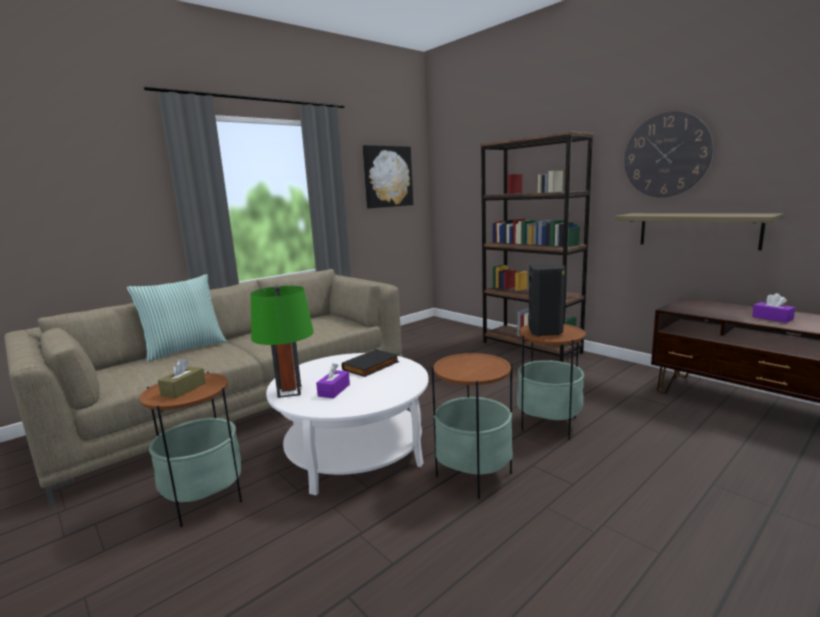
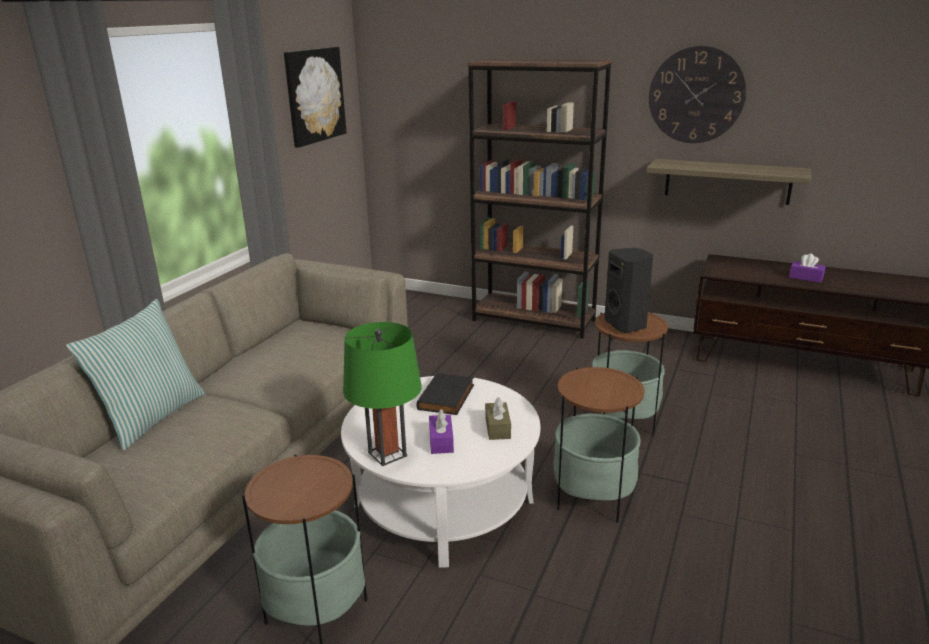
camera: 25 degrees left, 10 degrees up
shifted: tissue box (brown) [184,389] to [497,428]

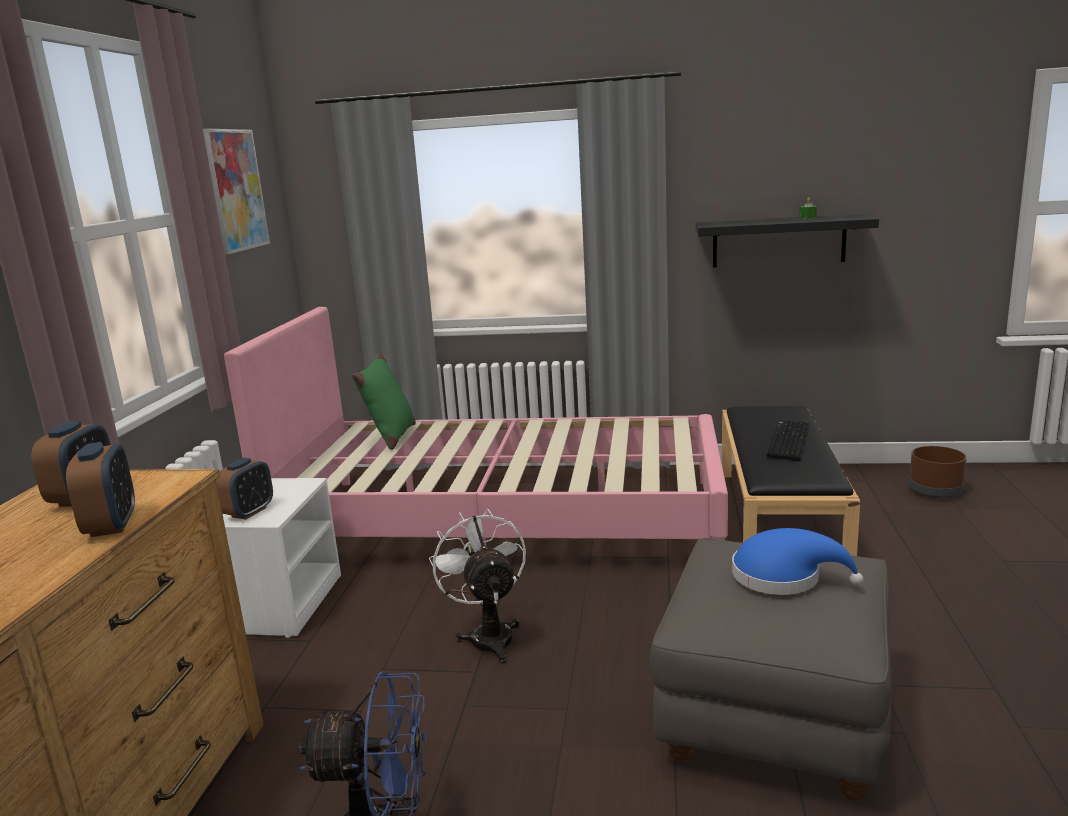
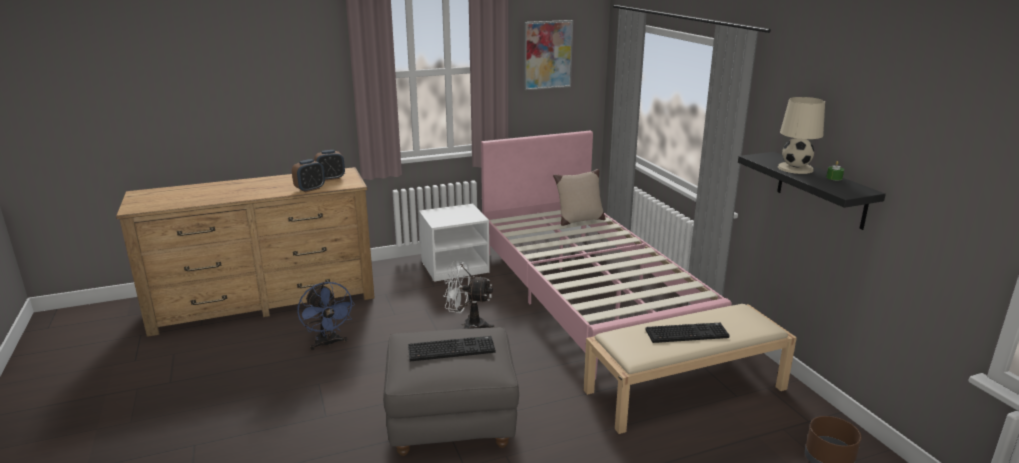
camera: 60 degrees right, 5 degrees up
gone: alarm clock [249,512]
new: table lamp (beige) [795,168]
swapped: hat (blue) [783,577] to keyboard [452,349]
repainted: pillow (green) [391,437] to pillow (beige) [579,220]; bench (black) [777,520] to bench (beige) [686,389]
rotated: fan (white) [489,635] = [468,326] 120 degrees counterclockwise

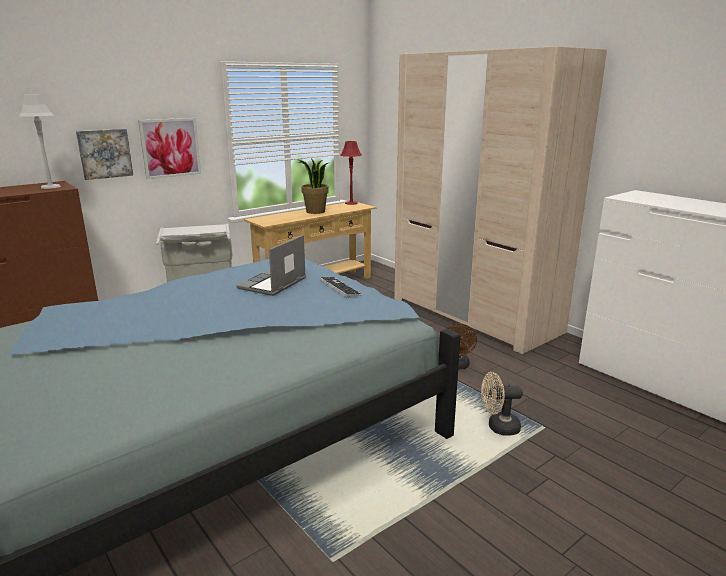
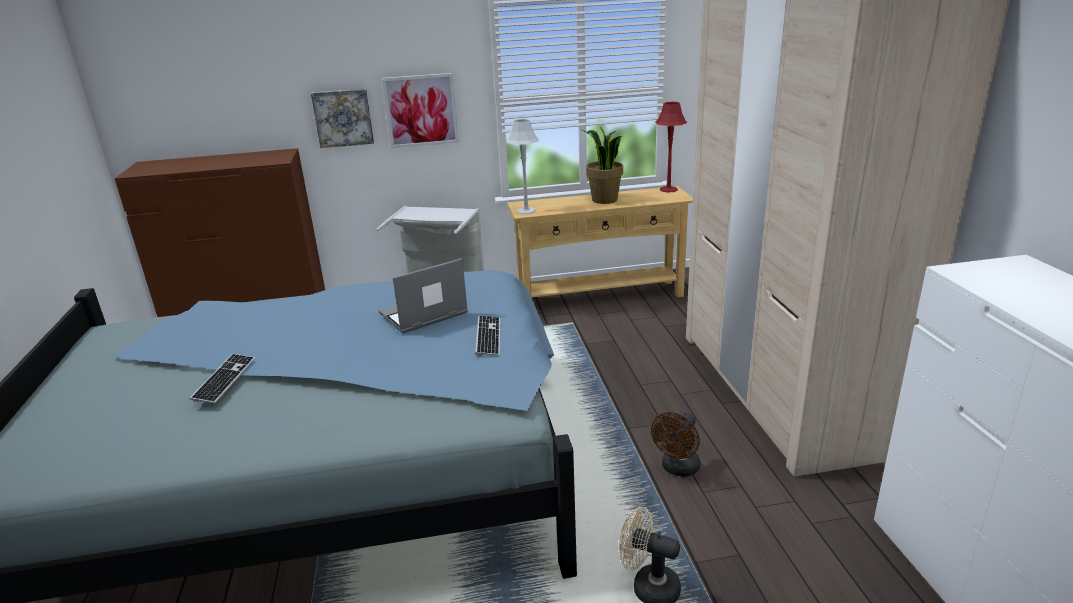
camera: 30 degrees right, 5 degrees up
new: keyboard [224,379]
shifted: table lamp (grey) [50,187] to [526,211]

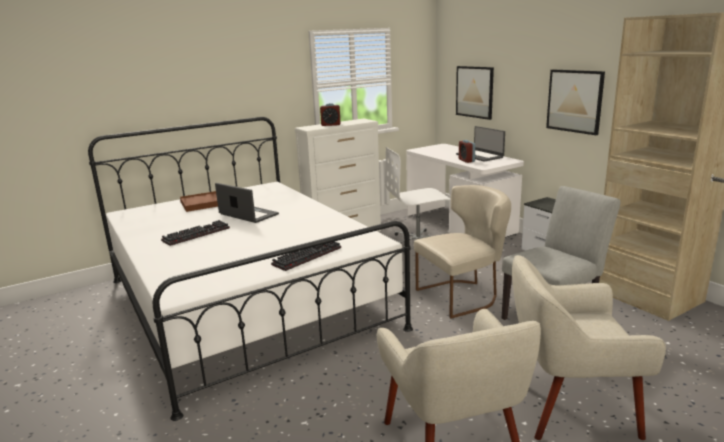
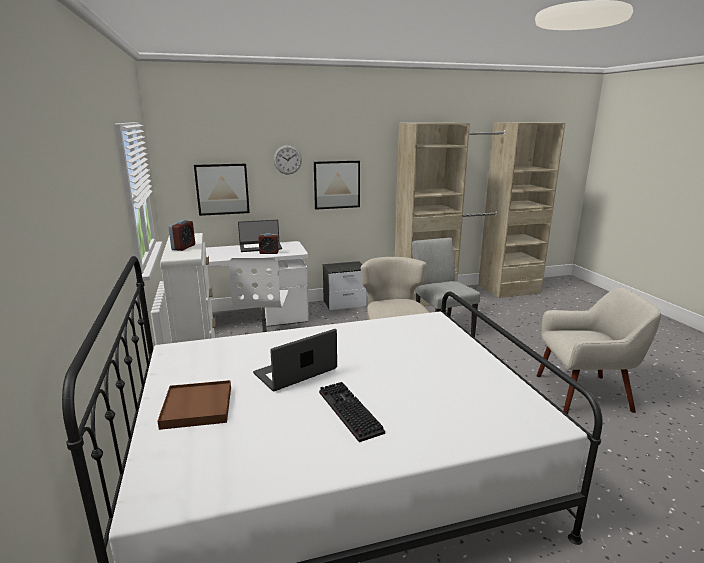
camera: 75 degrees left, 0 degrees up
gone: keyboard [307,255]; armchair (beige) [568,404]
new: wall clock [287,160]

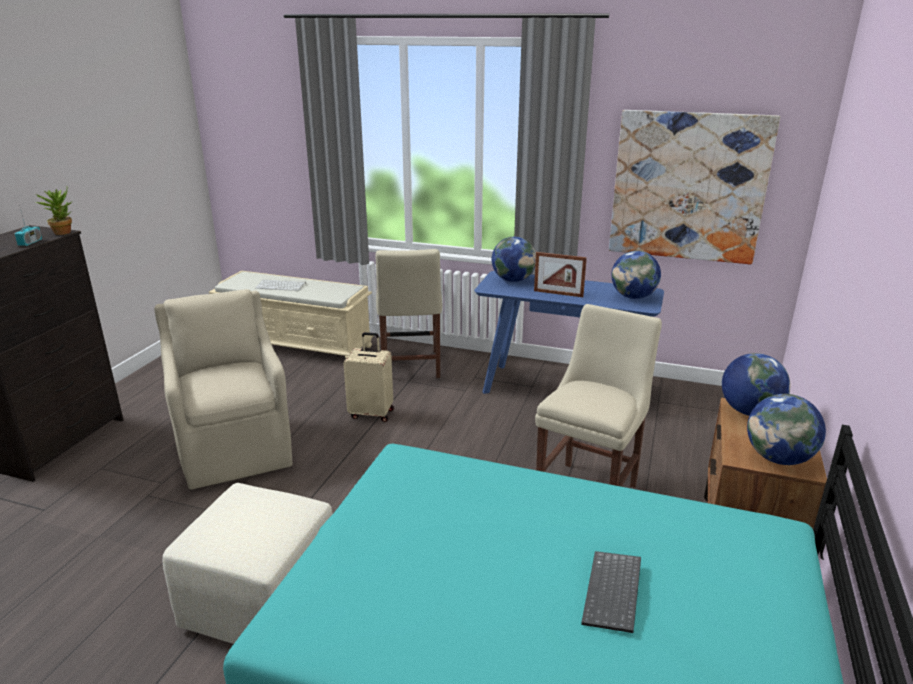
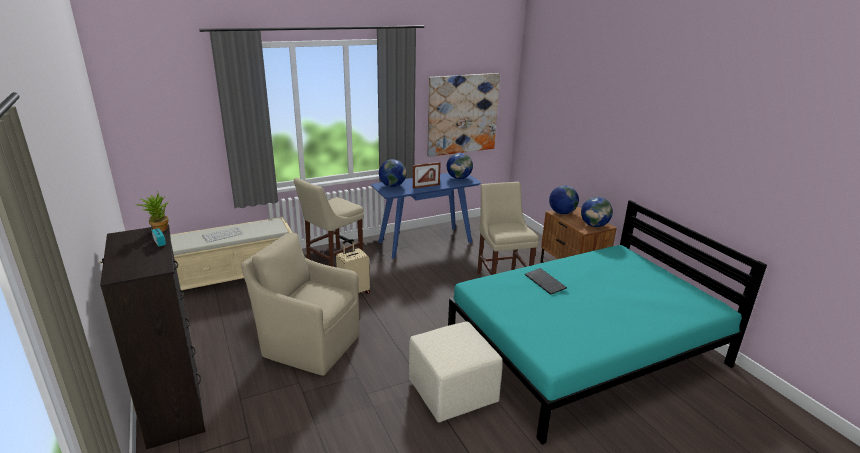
camera: 45 degrees left, 0 degrees up
shifted: keyboard [614,593] to [546,282]
rotated: chair (beige) [410,367] = [332,261] 90 degrees clockwise

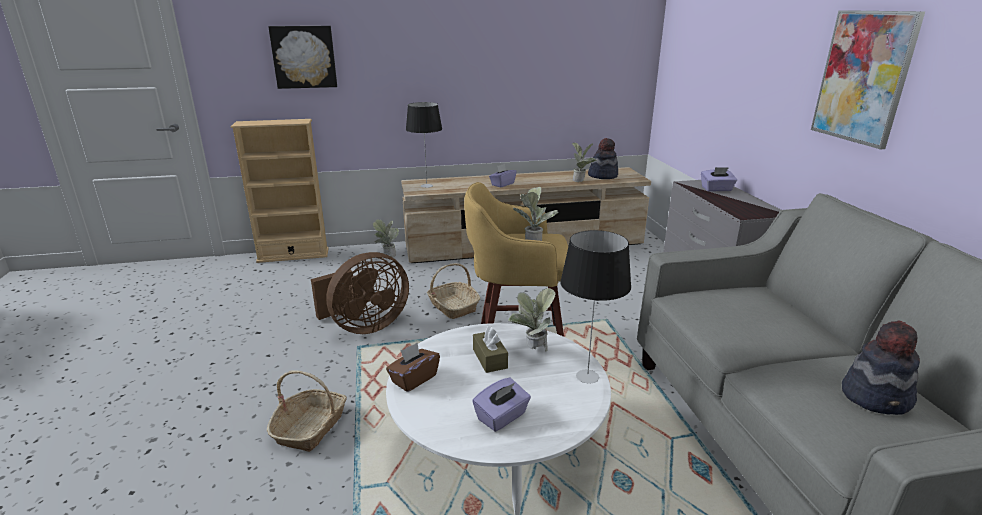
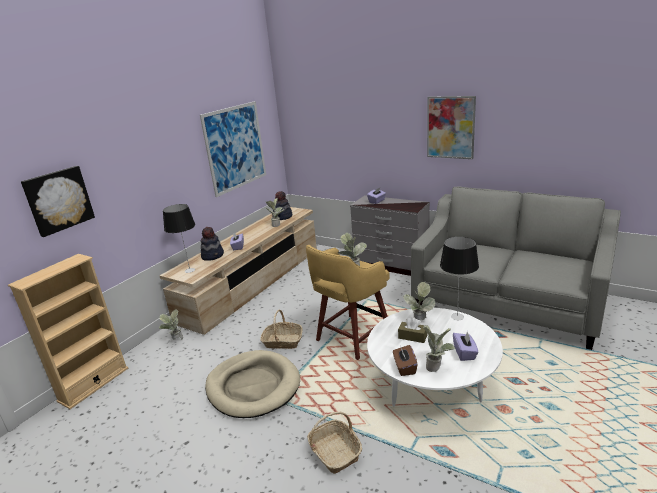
camera: 45 degrees left, 0 degrees up
new: picture [235,147]; potted plant [437,367]
shifted: hat [877,397] to [213,255]
swapped: fan (brown) [365,326] to dog bed (beige) [253,386]

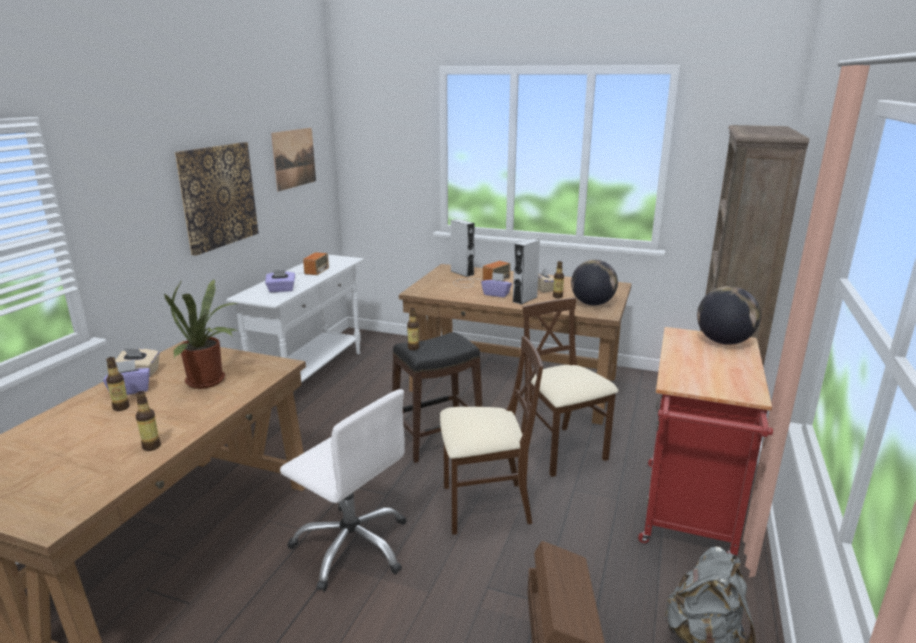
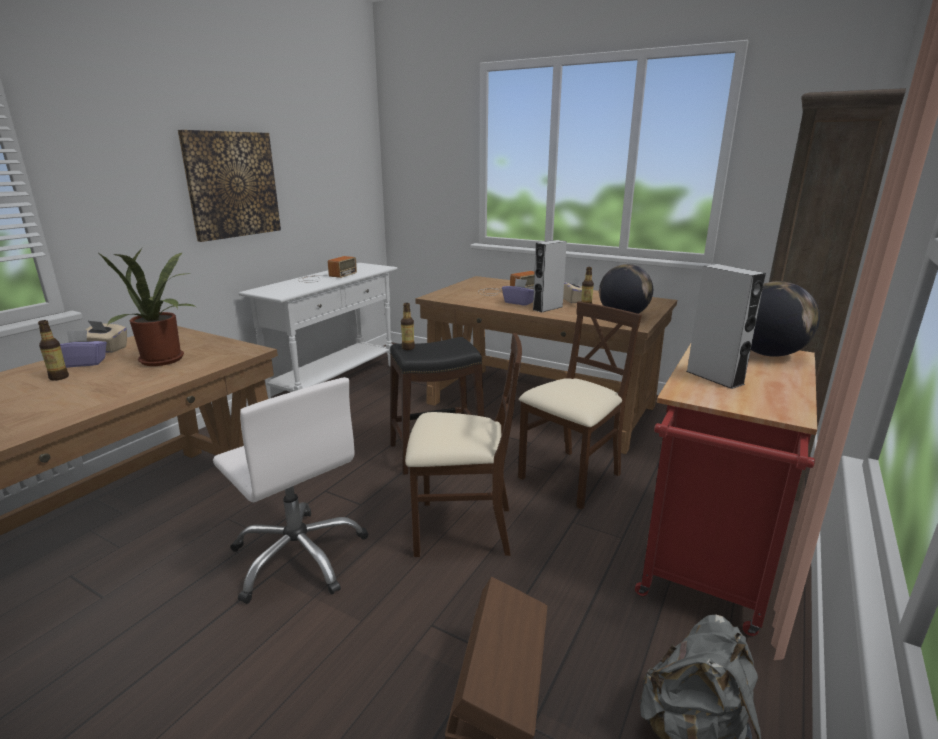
camera: 10 degrees right, 0 degrees up
gone: bottle [151,446]; tissue box (purple) [281,290]; picture [294,158]
shifted: speaker (grey) [462,273] to [714,377]
rotated: chair (beige) [561,451] = [571,478] 60 degrees clockwise

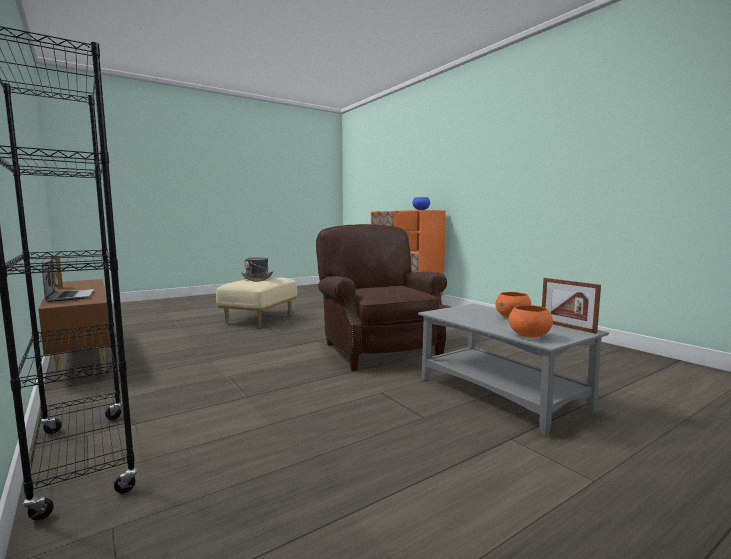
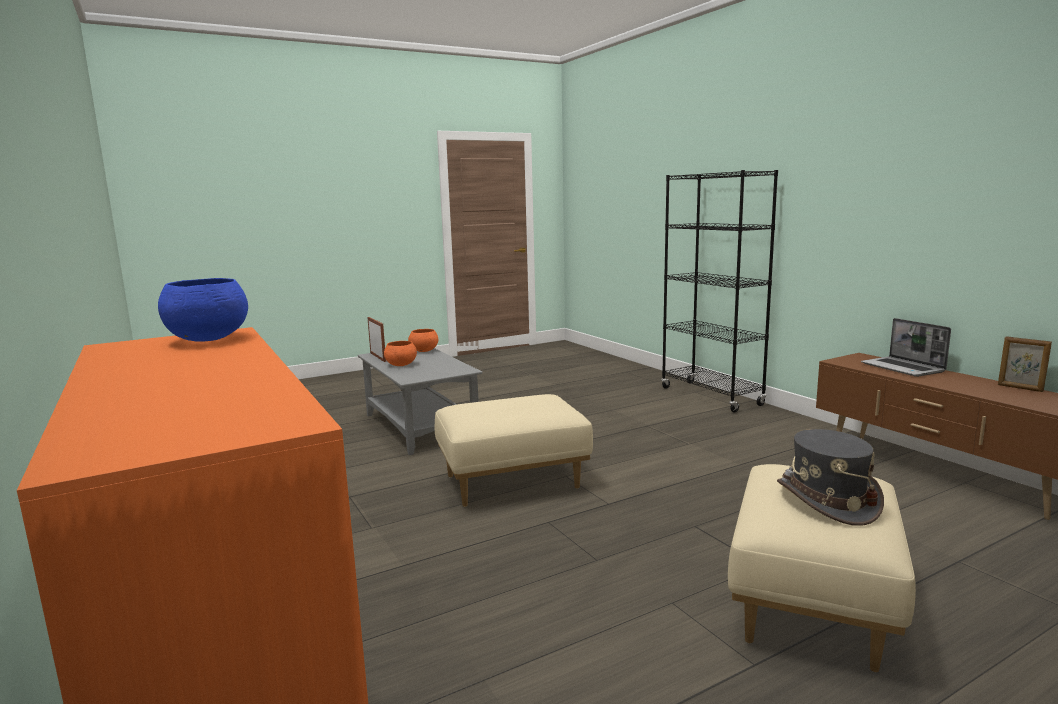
camera: 175 degrees left, 5 degrees up
swapped: armchair (brown) [378,349] to ottoman (beige) [512,482]

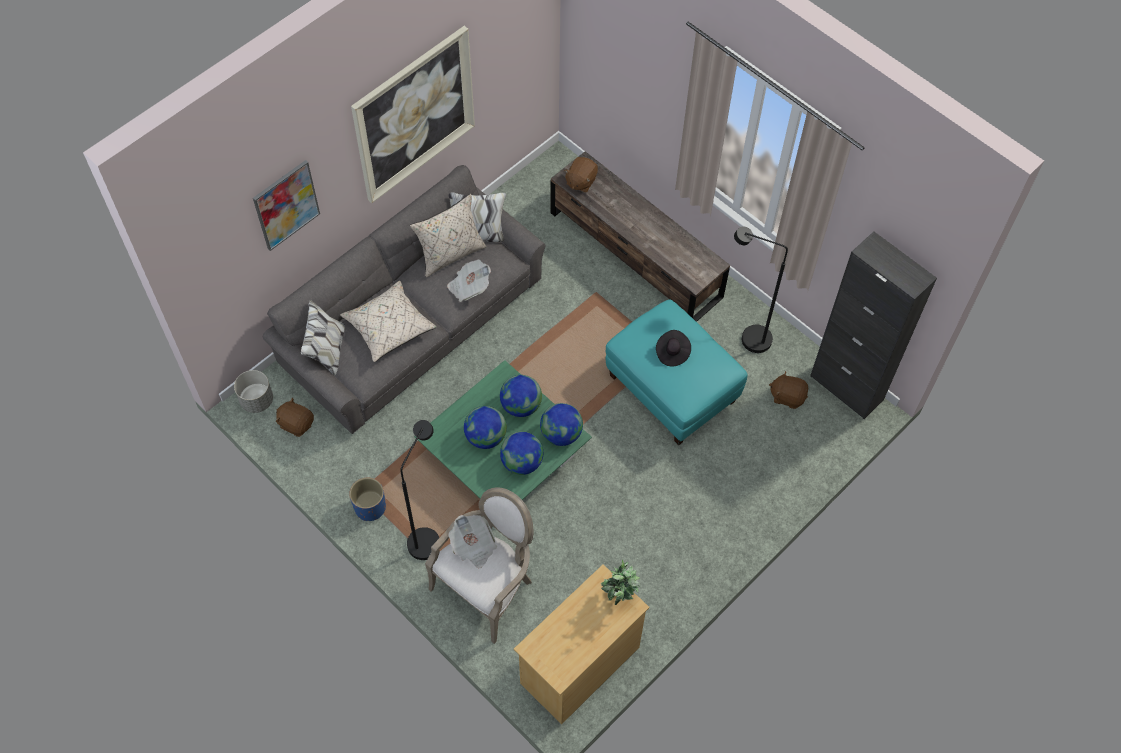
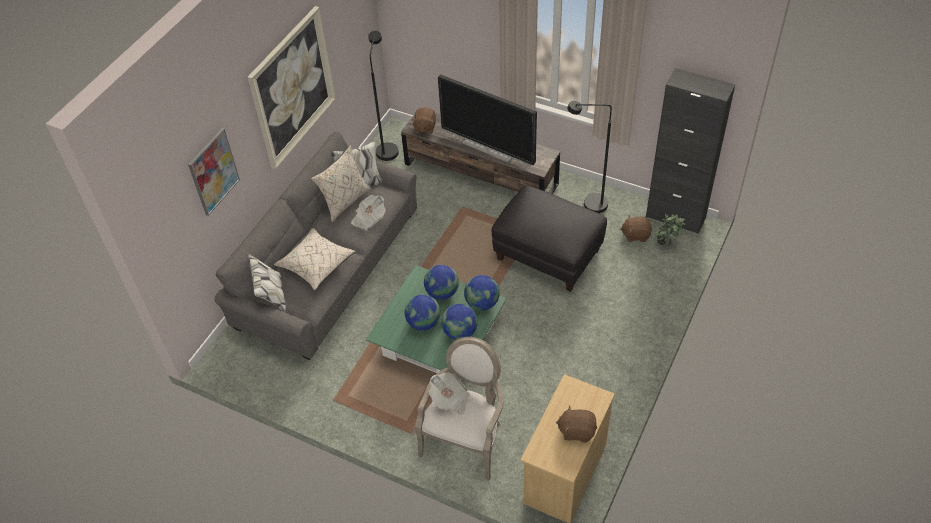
camera: 15 degrees left, 10 degrees down
gone: planter (grey) [257,400]; planter (blue) [370,507]; hat (black) [672,352]
new: television [489,148]
shifted: floor lamp (black) [427,536] to [387,148]; plush toy (brown) [296,423] to [577,431]; potted plant [619,597] to [666,244]
repainted: ottoman (turquoise) [672,389] to ottoman (black) [548,255]

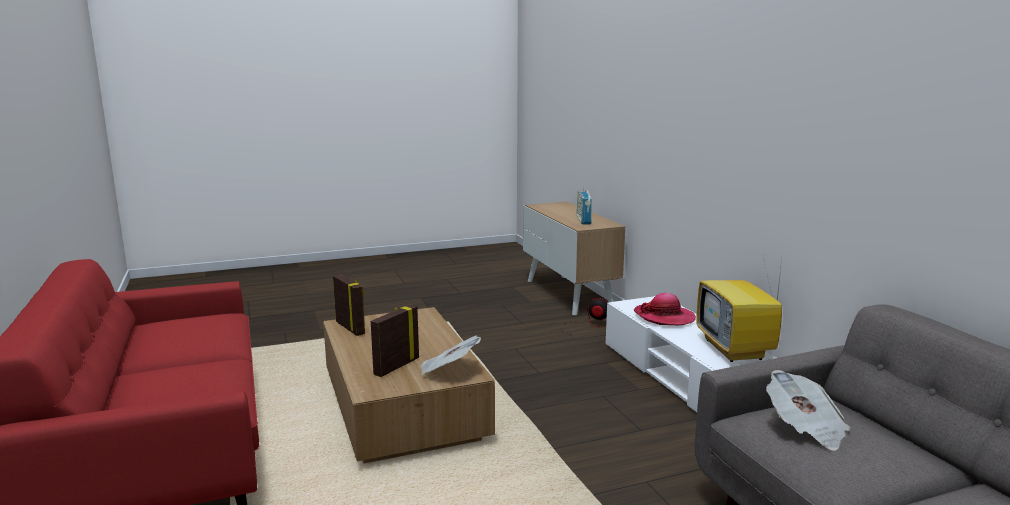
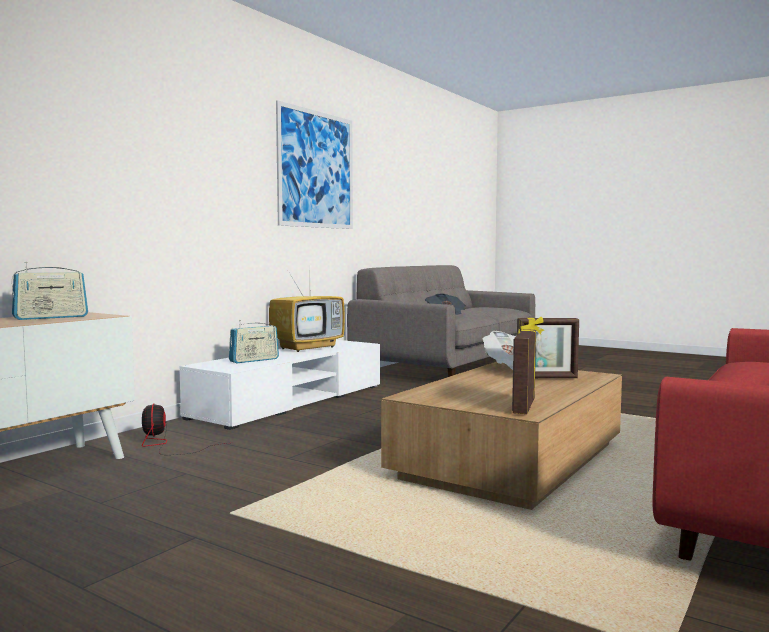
camera: 125 degrees left, 10 degrees down
new: picture [316,169]
swapped: hat [664,317] to radio [254,360]

